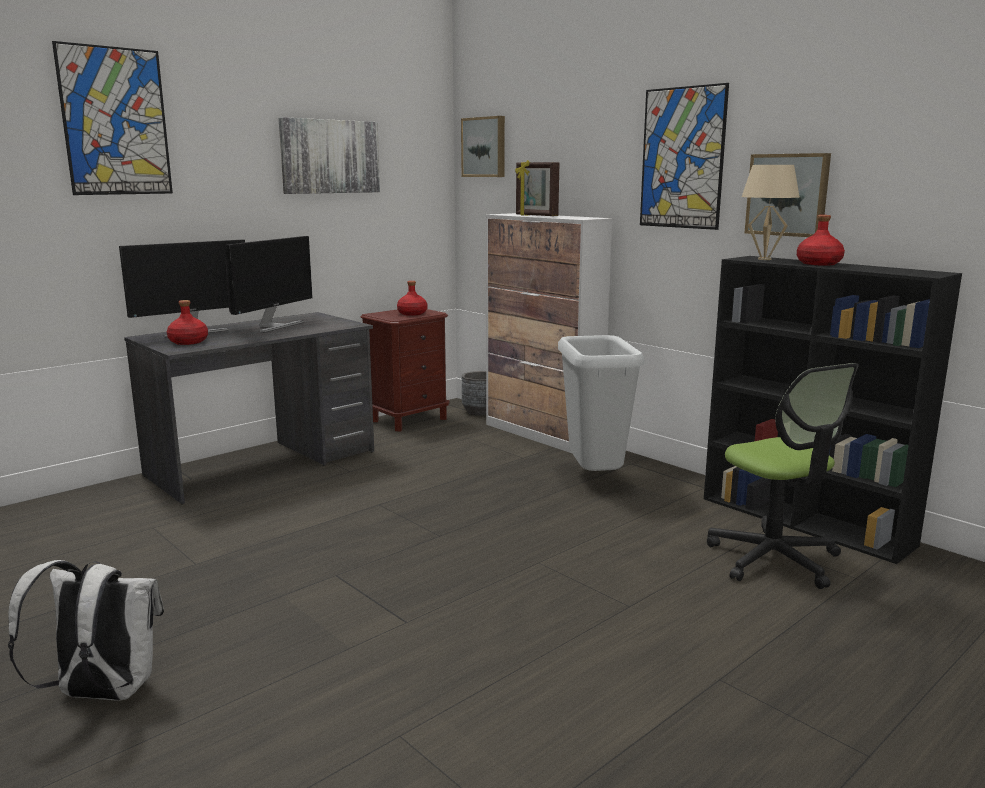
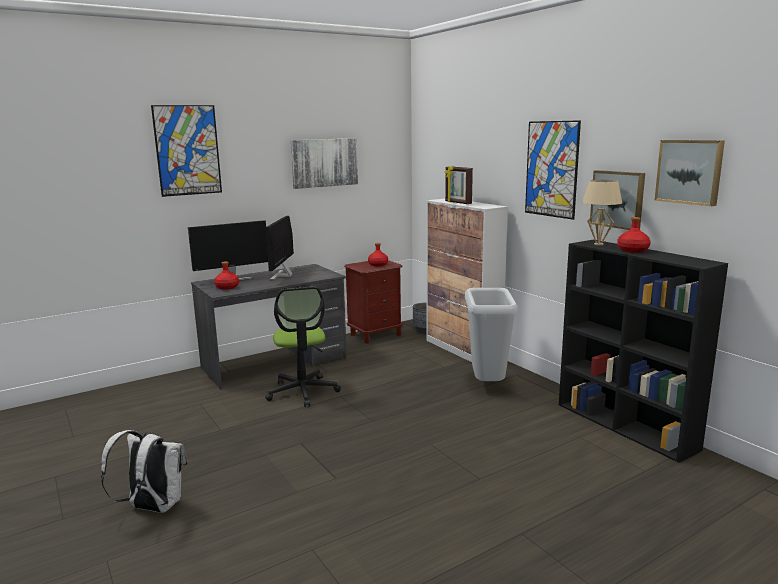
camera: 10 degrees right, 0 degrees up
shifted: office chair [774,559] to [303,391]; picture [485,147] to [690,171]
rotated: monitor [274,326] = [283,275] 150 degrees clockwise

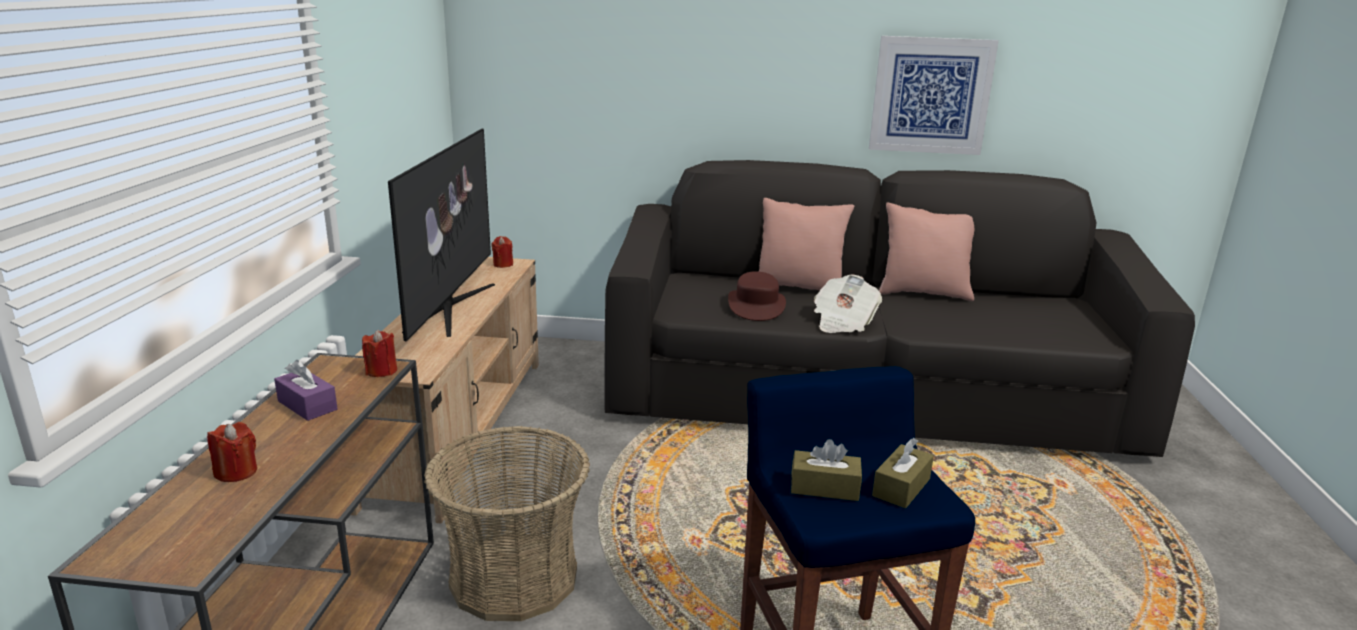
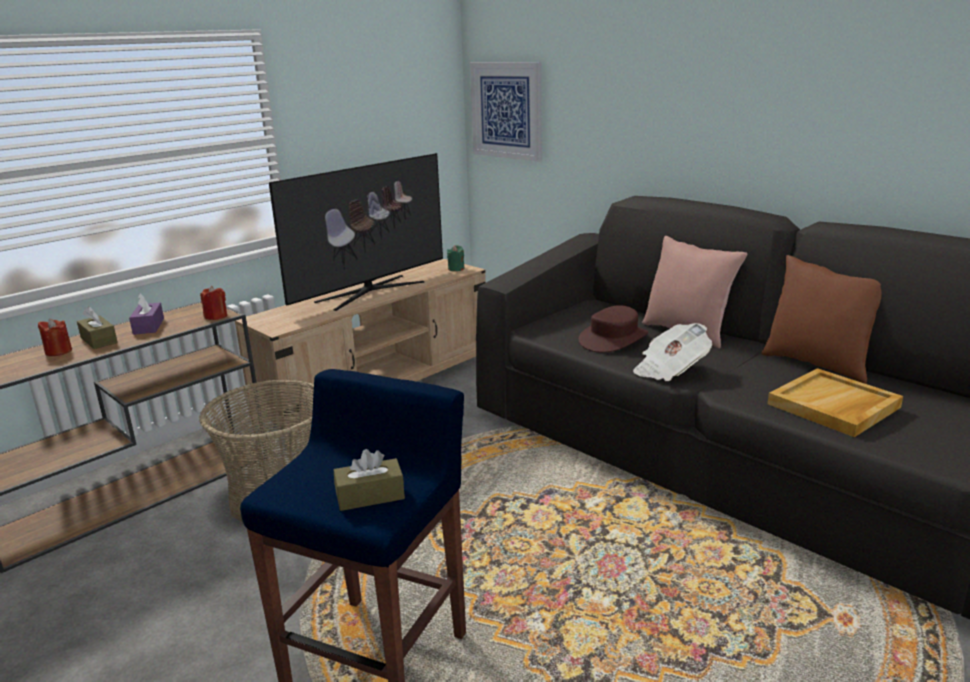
camera: 40 degrees right, 0 degrees up
new: tray (beige) [833,406]
shifted: tissue box (brown) [824,487] to [99,340]; picture [931,95] to [506,110]
repainted: candle (red) [503,264] to candle (green) [456,269]; pillow (pink) [923,293] to pillow (brown) [817,364]

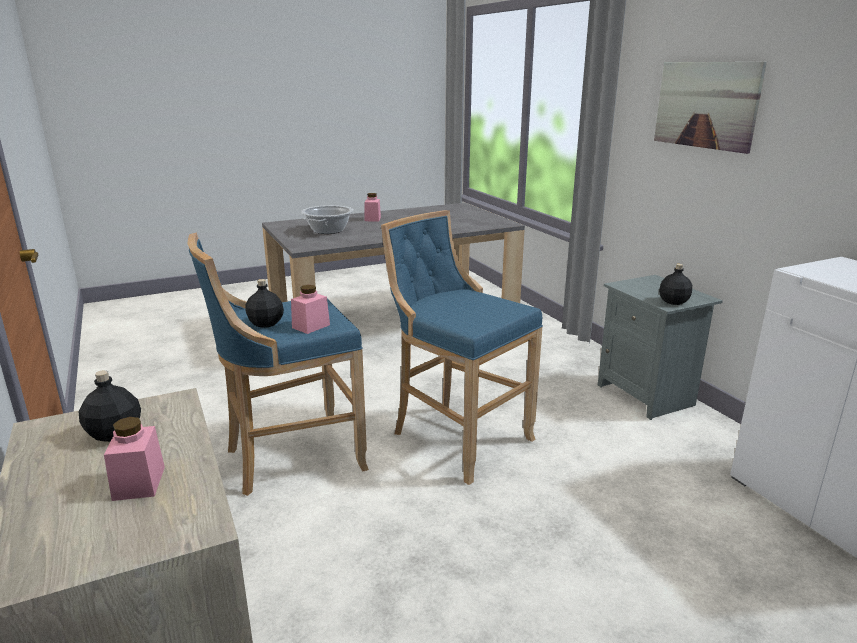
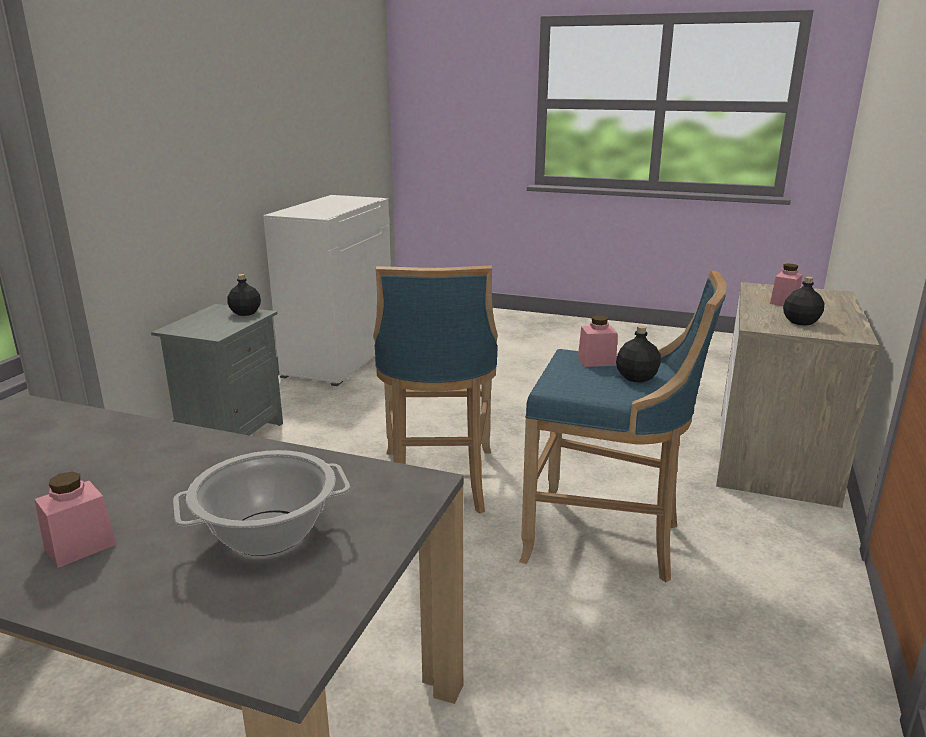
camera: 135 degrees left, 0 degrees up
gone: picture [706,105]

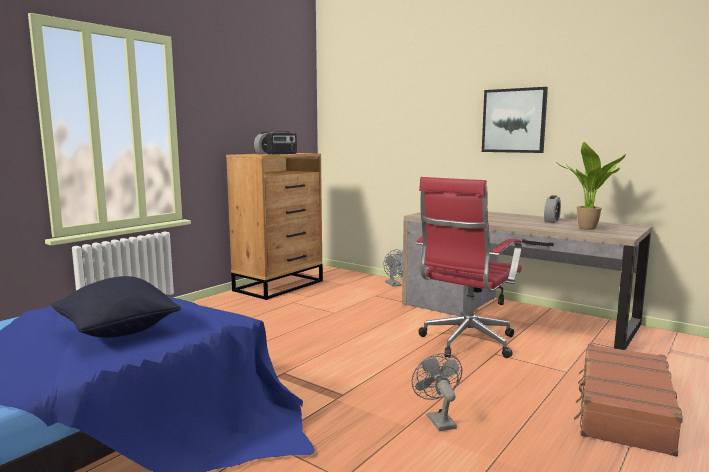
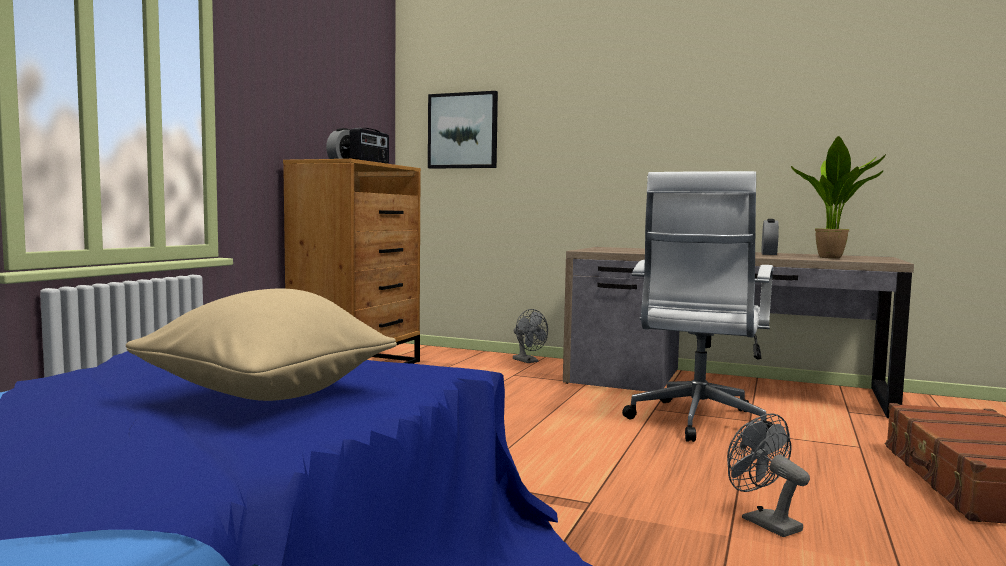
camera: 15 degrees left, 5 degrees down
shifted: picture [514,120] to [463,131]
repainted: pillow (black) [118,332] to pillow (beige) [267,397]; office chair (red) [466,343] to office chair (white) [696,423]

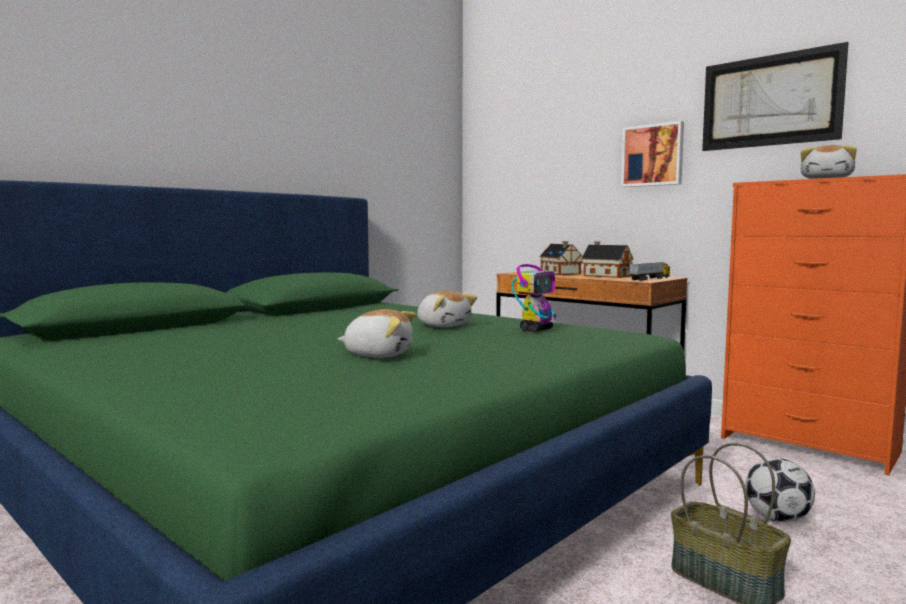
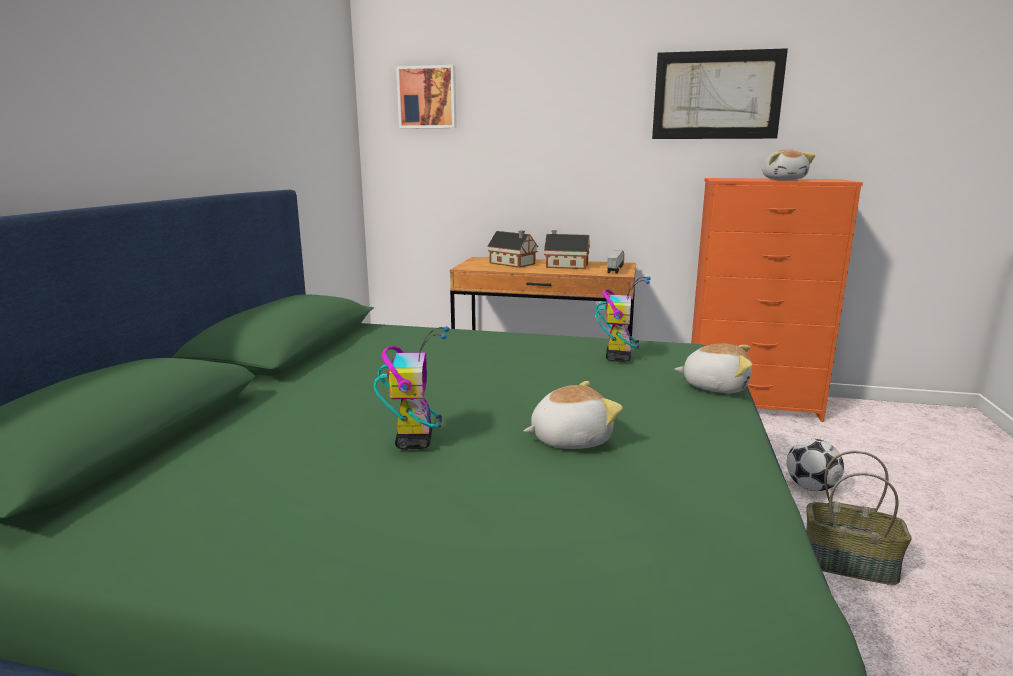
camera: 30 degrees left, 10 degrees up
new: toy robot [414,441]
shifted: picture [653,155] to [427,97]; plush toy [444,325] to [715,386]

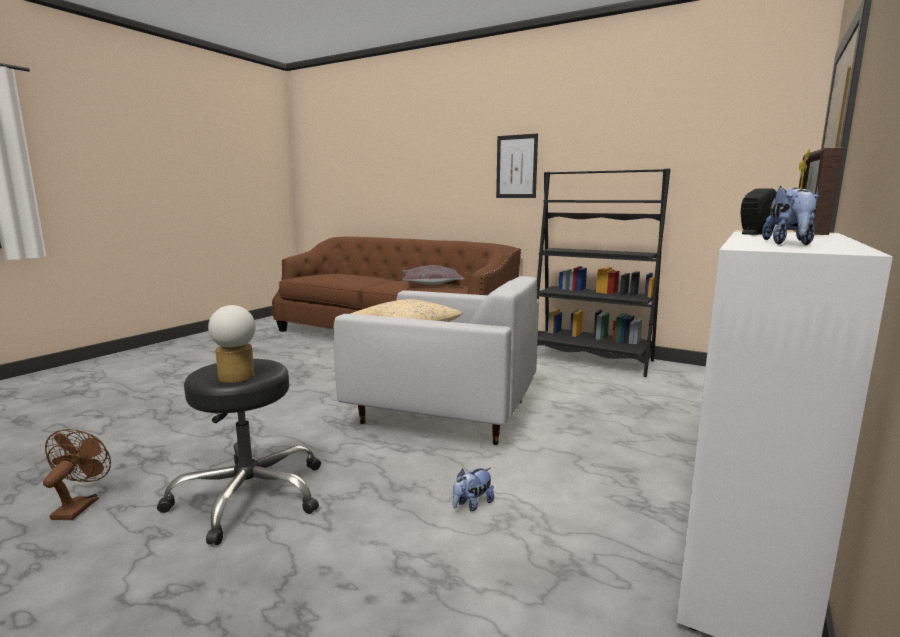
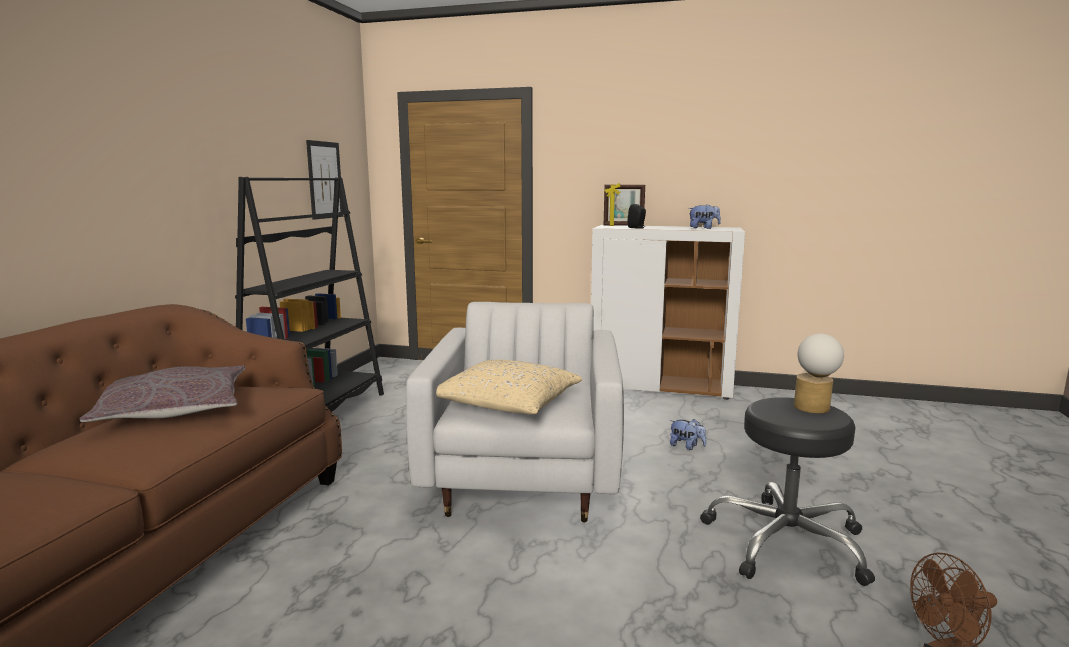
camera: 105 degrees left, 0 degrees up
shifted: picture [516,166] to [325,180]

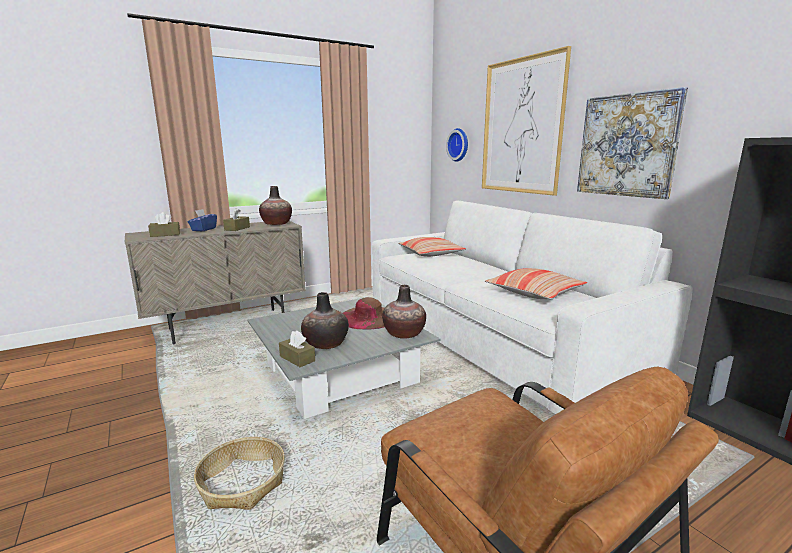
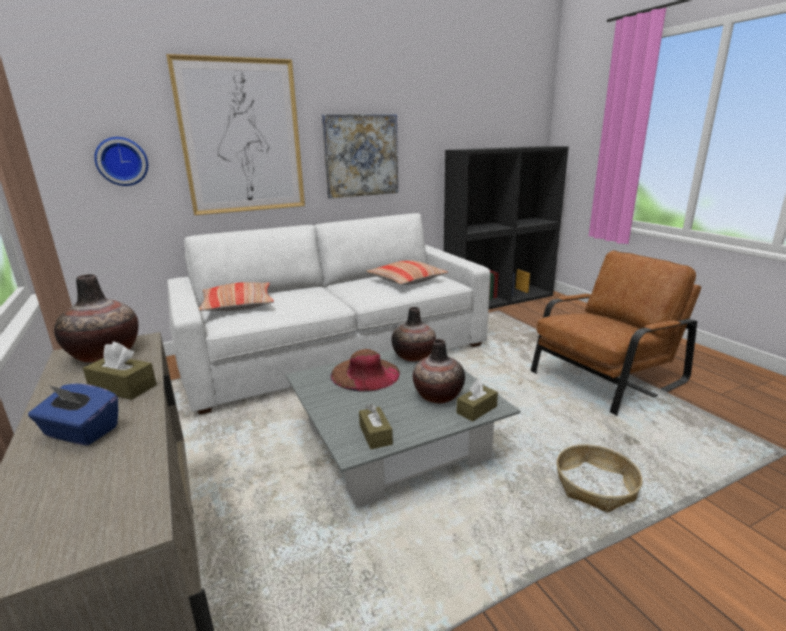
camera: 85 degrees left, 5 degrees up
shifted: tissue box (brown) [165,234] to [375,435]

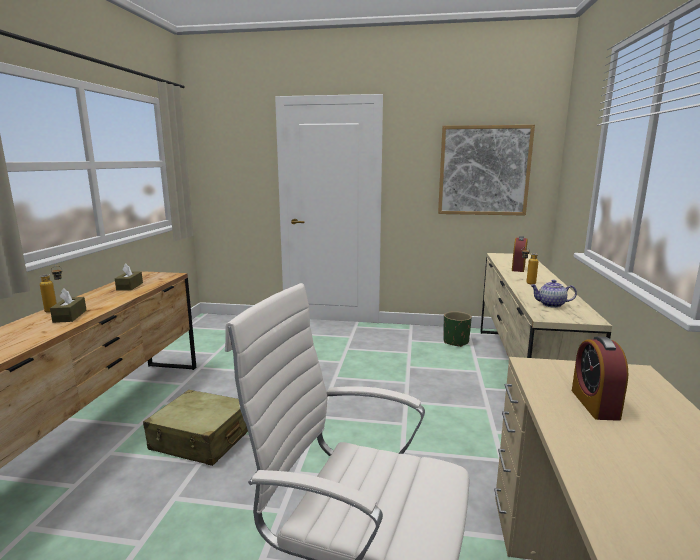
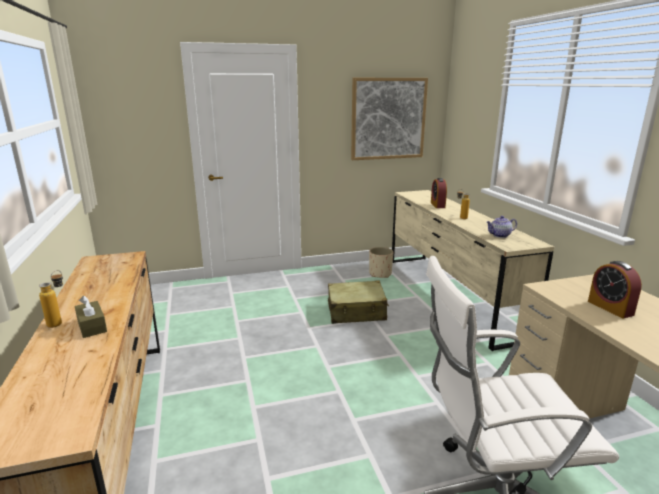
camera: 25 degrees left, 5 degrees up
gone: tissue box (brown) [130,286]
shifted: suitcase (beige) [201,439] to [356,311]
repainted: planter (green) [456,342] to planter (beige) [380,274]

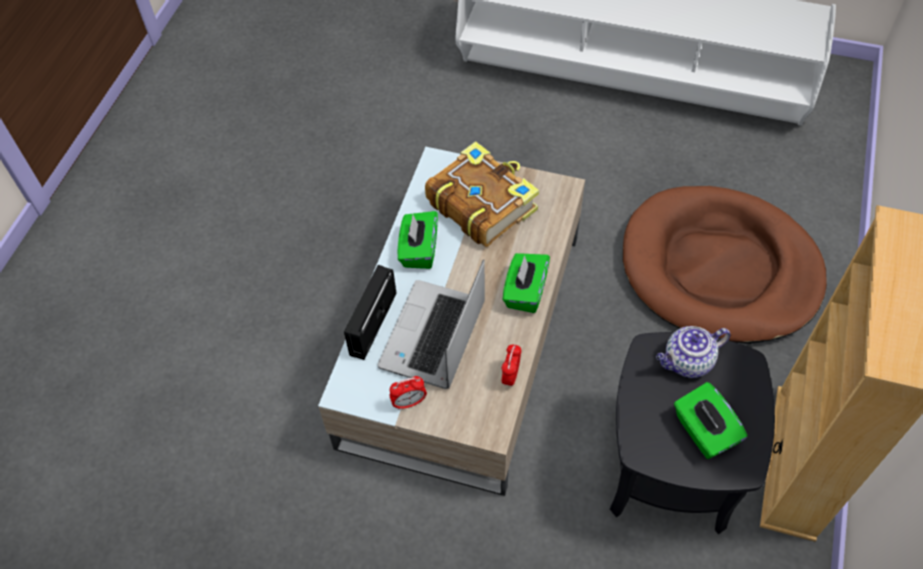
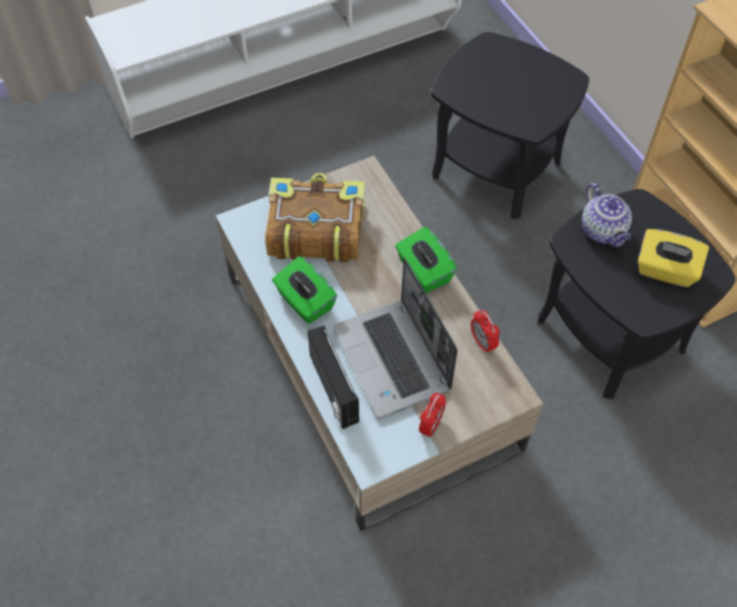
camera: 45 degrees left, 0 degrees up
swapped: dog bed (brown) [719,269] to side table (black) [496,169]
repainted: tissue box (green) [704,432] to tissue box (yellow) [665,271]
rotated: teapot [687,362] = [603,231] 45 degrees counterclockwise

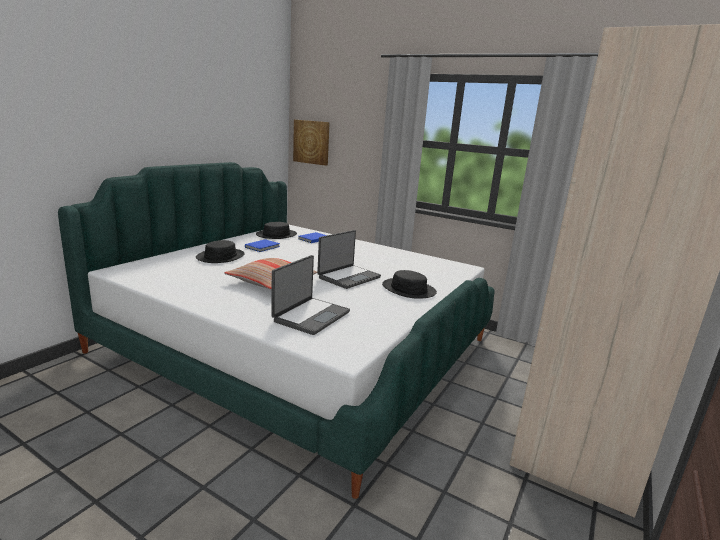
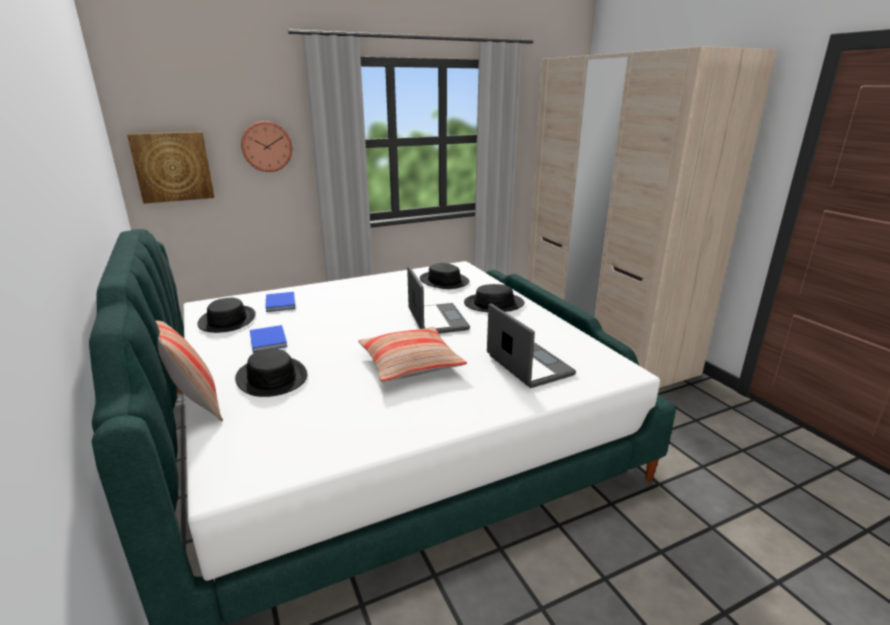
camera: 55 degrees left, 5 degrees up
new: pillow [193,403]; wall clock [266,146]; hat (black) [444,281]

